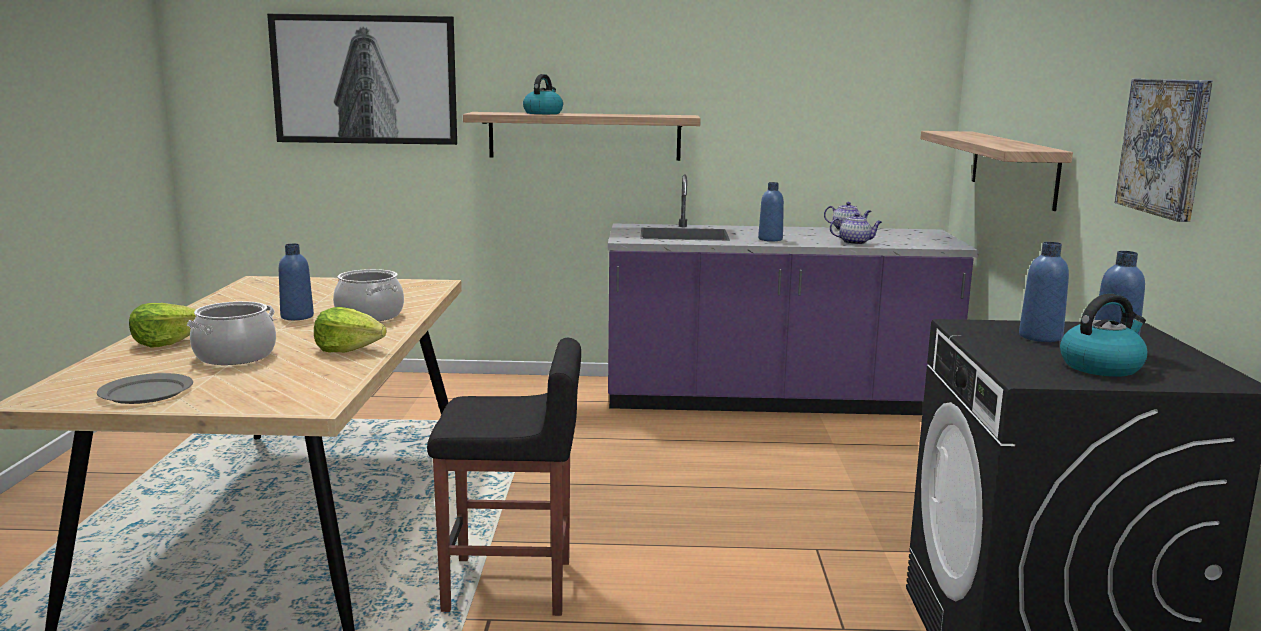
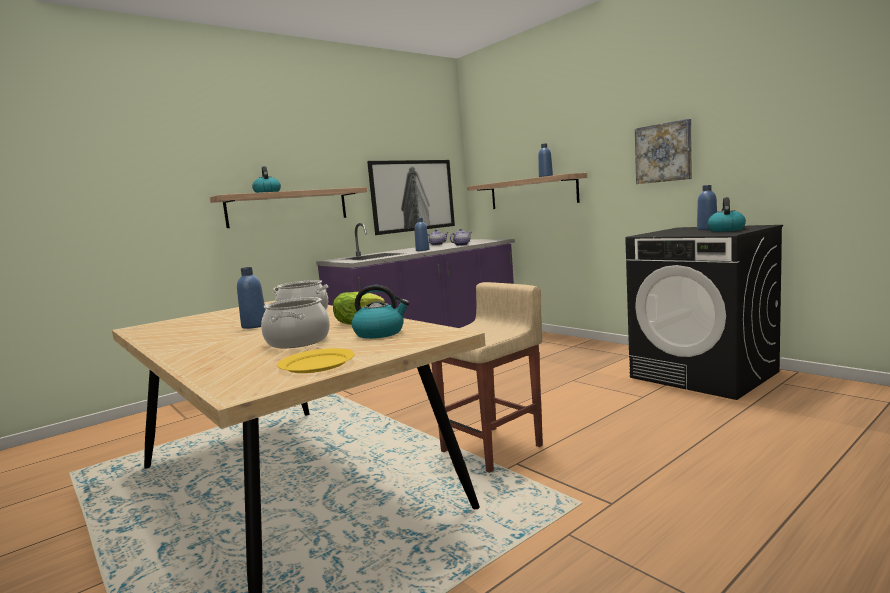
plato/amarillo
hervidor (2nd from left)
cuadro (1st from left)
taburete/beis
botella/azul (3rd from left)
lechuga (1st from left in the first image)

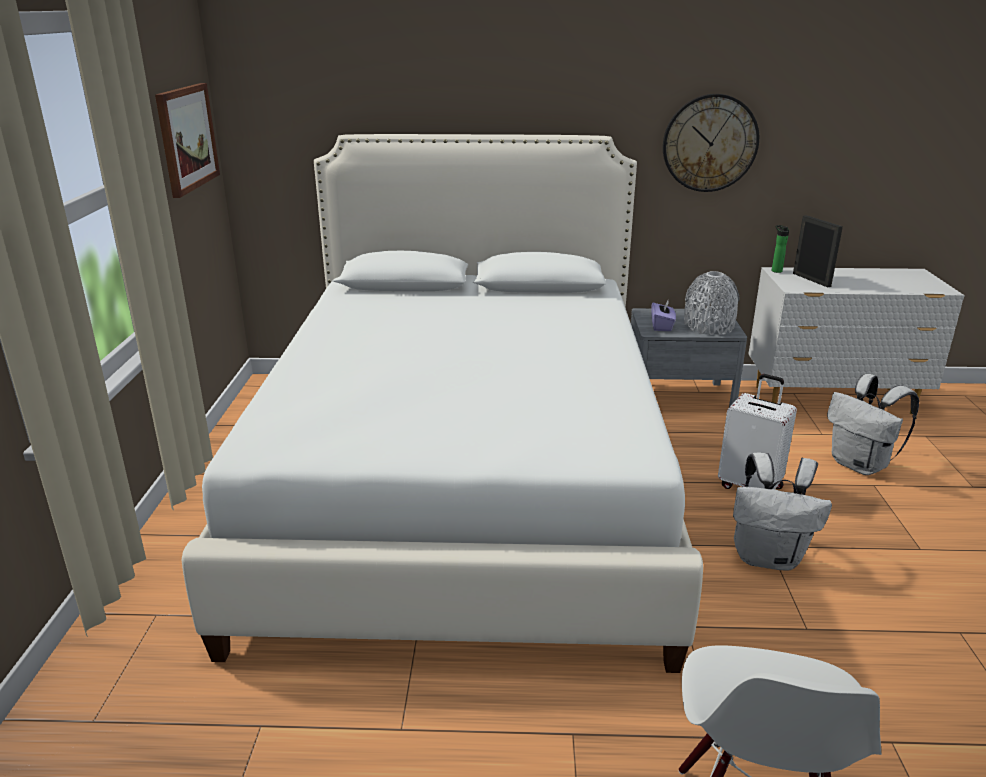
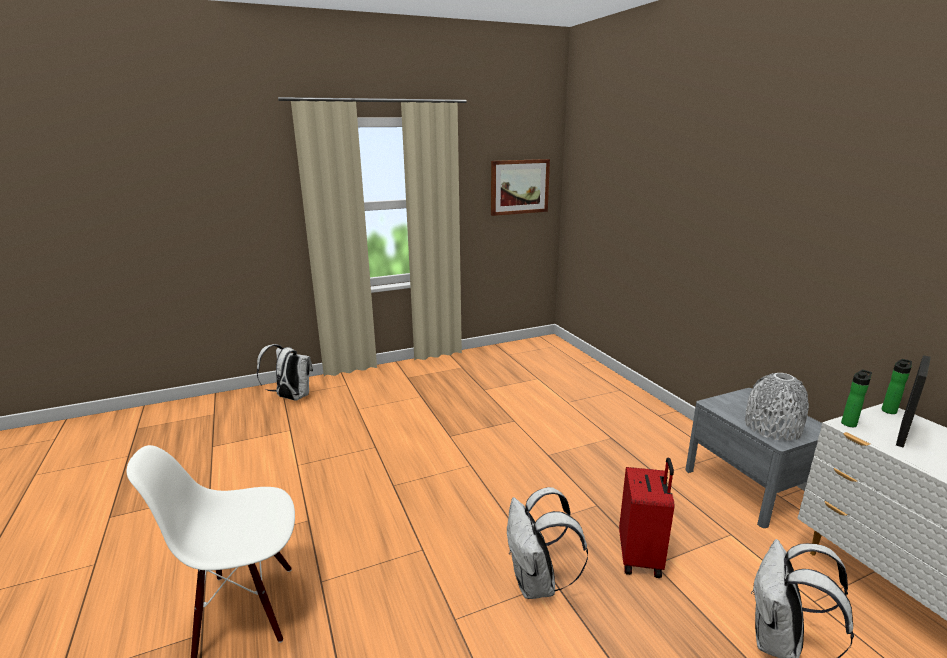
mochila/blanco (1st from left)
maleta/rojo
botella (1st from left)
cama/blanco
caja de pañuelos/morado
reloj de pared

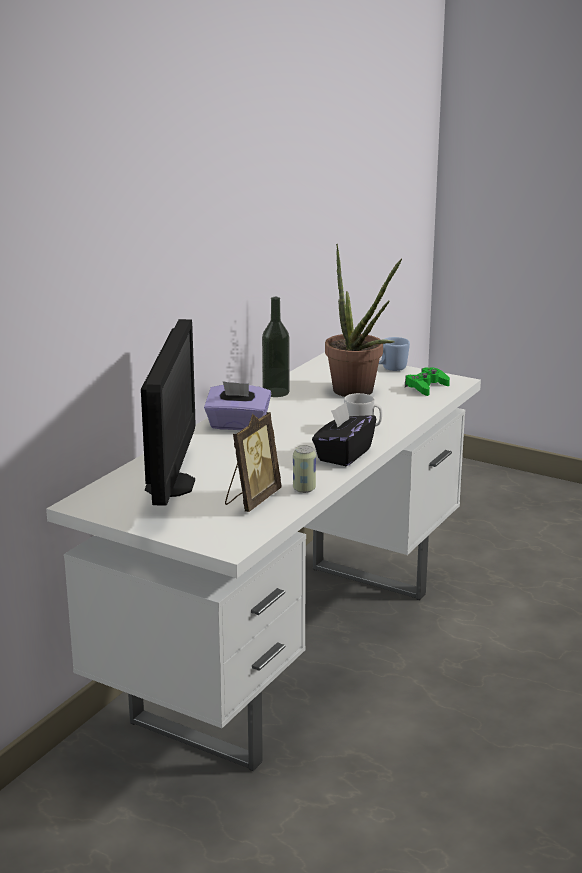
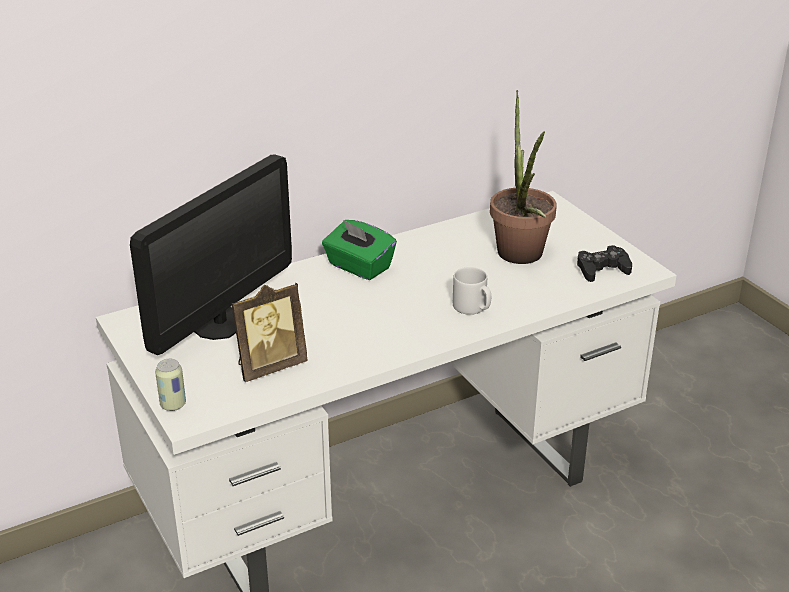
lata
caja de pañuelos/verde
mando de consola/negro
botella
caja de pañuelos/negro
taza grande/azul

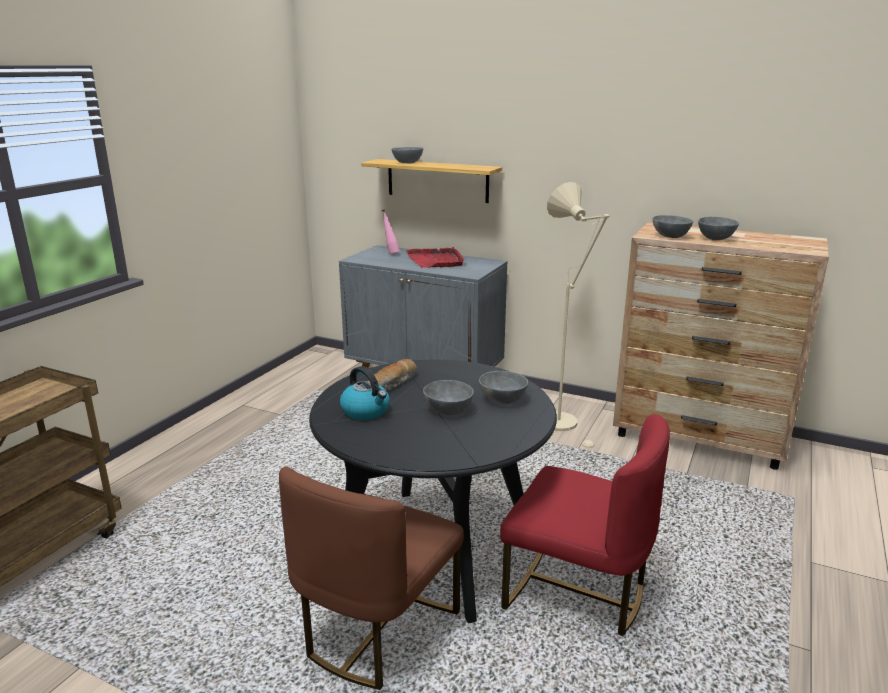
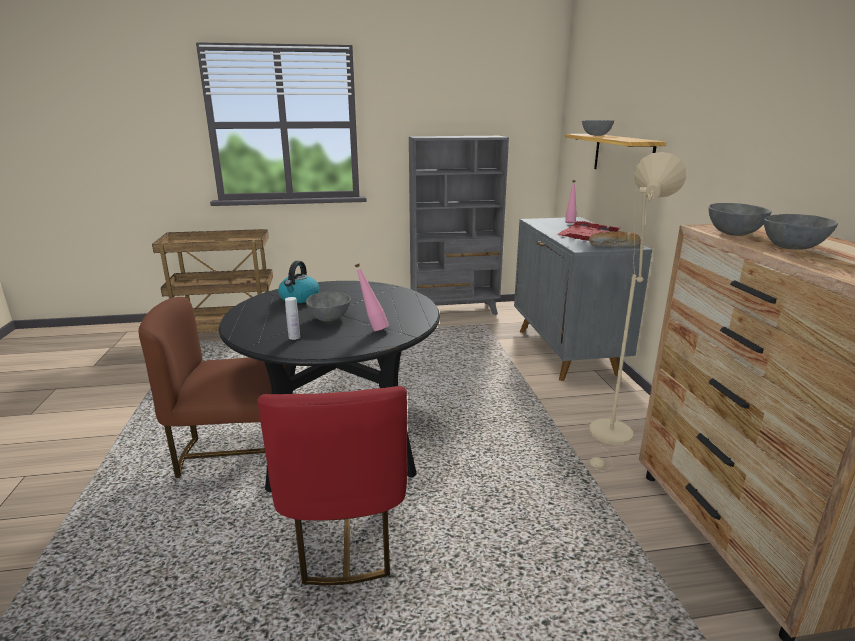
botella/blanco
botella/rosa (1st from left)
estantería/gris
pan

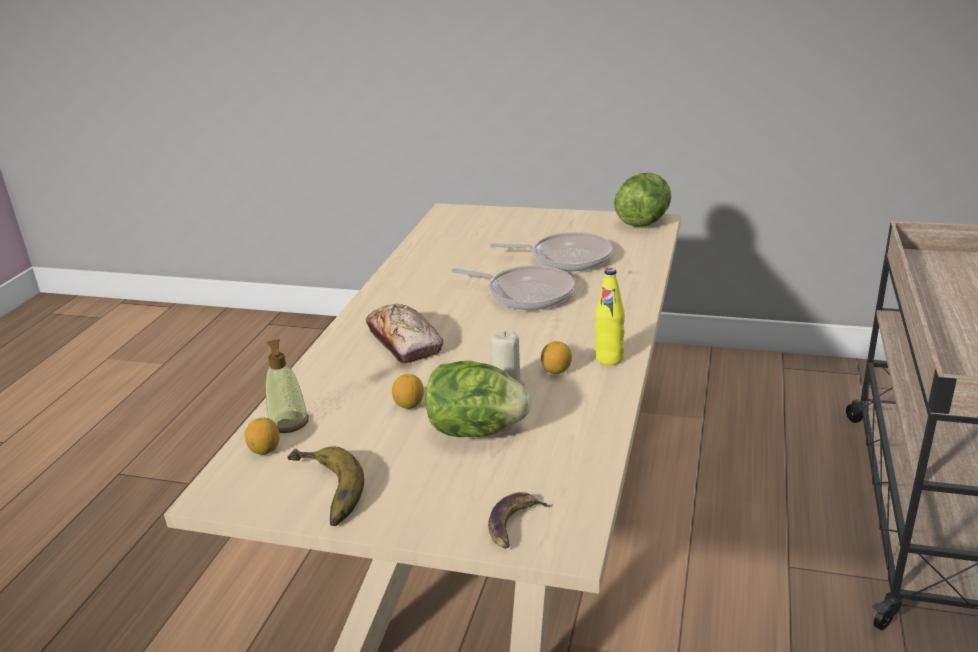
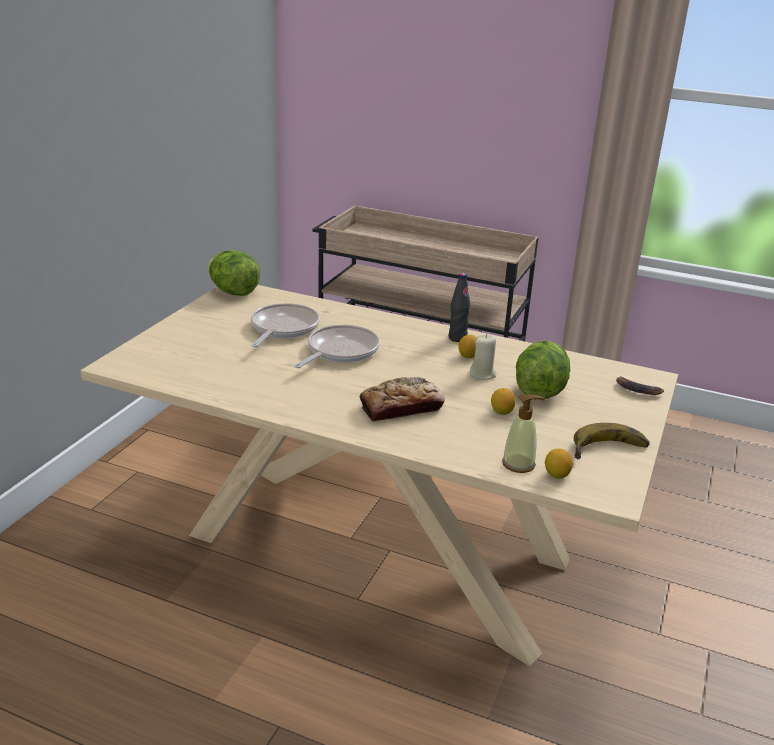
botella/negro

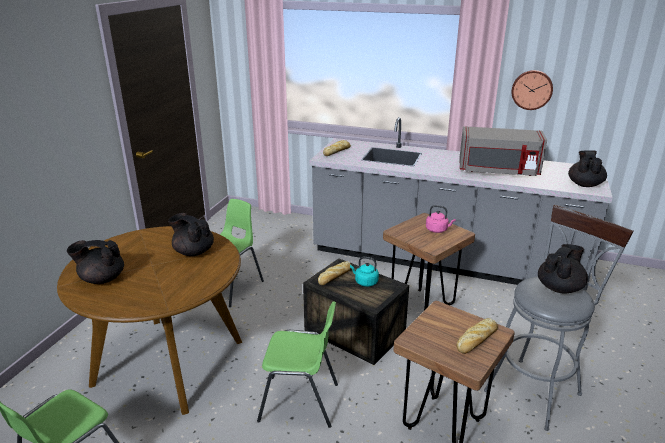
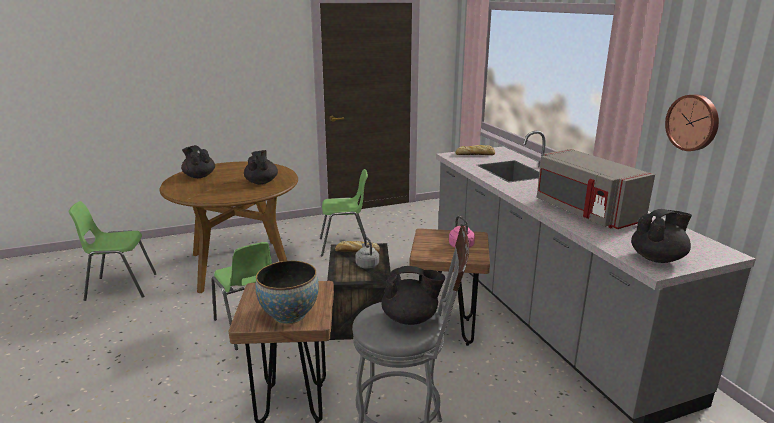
cuenco
hervidor/gris

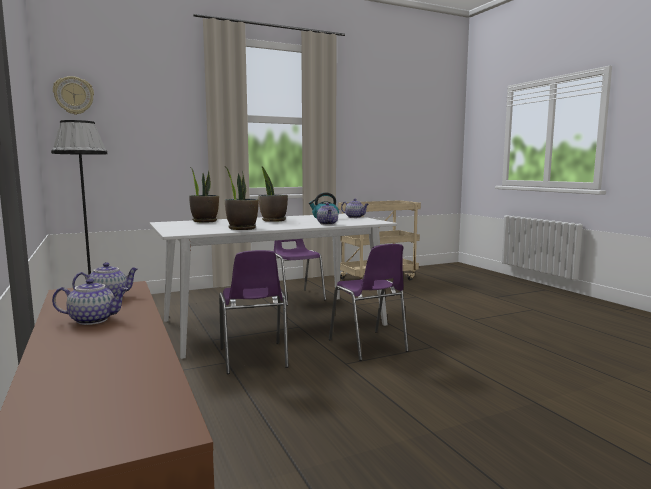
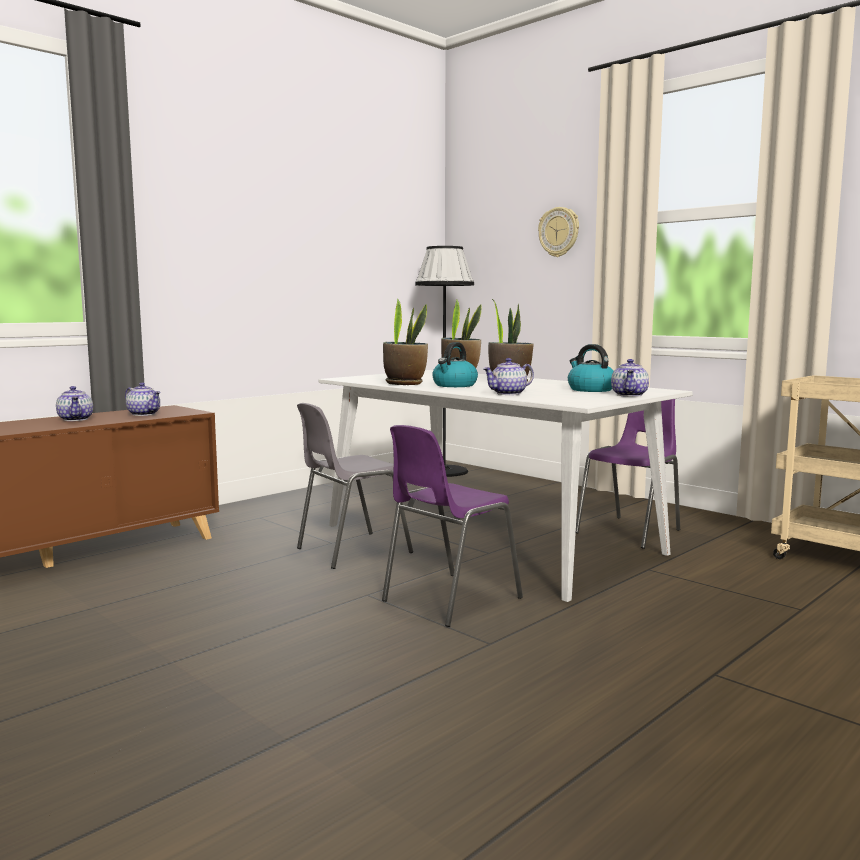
silla/gris
hervidor (1st from left)
reloj de pared

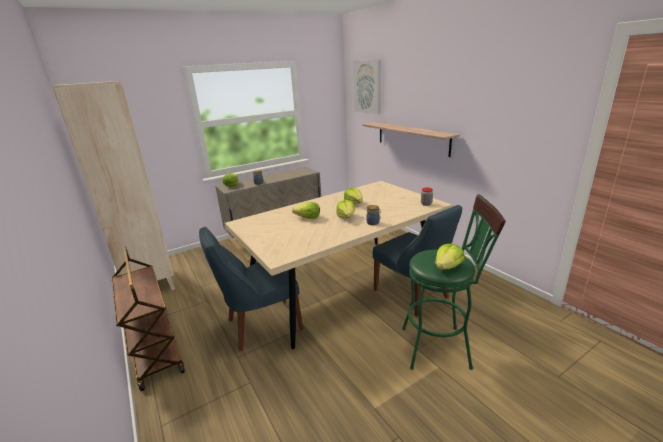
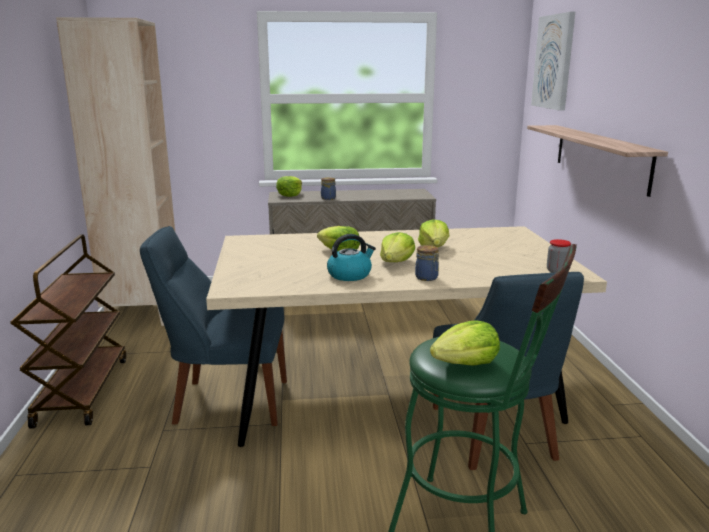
hervidor

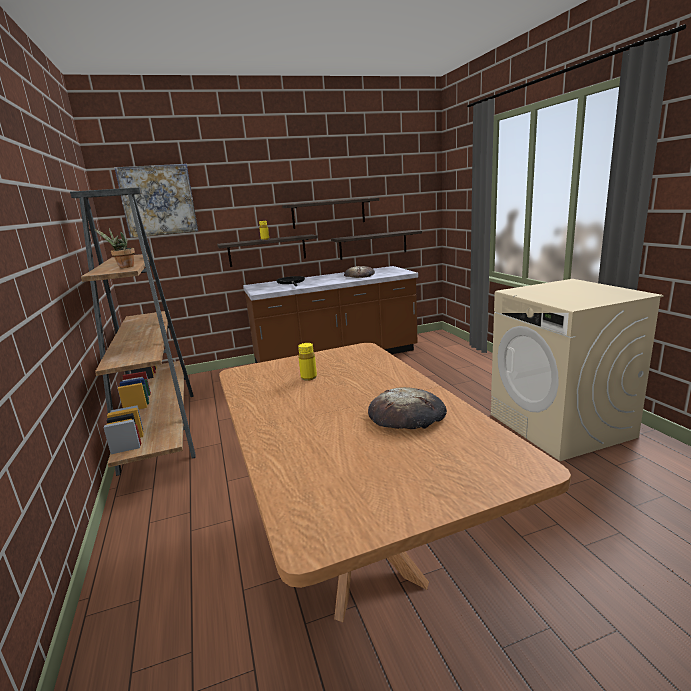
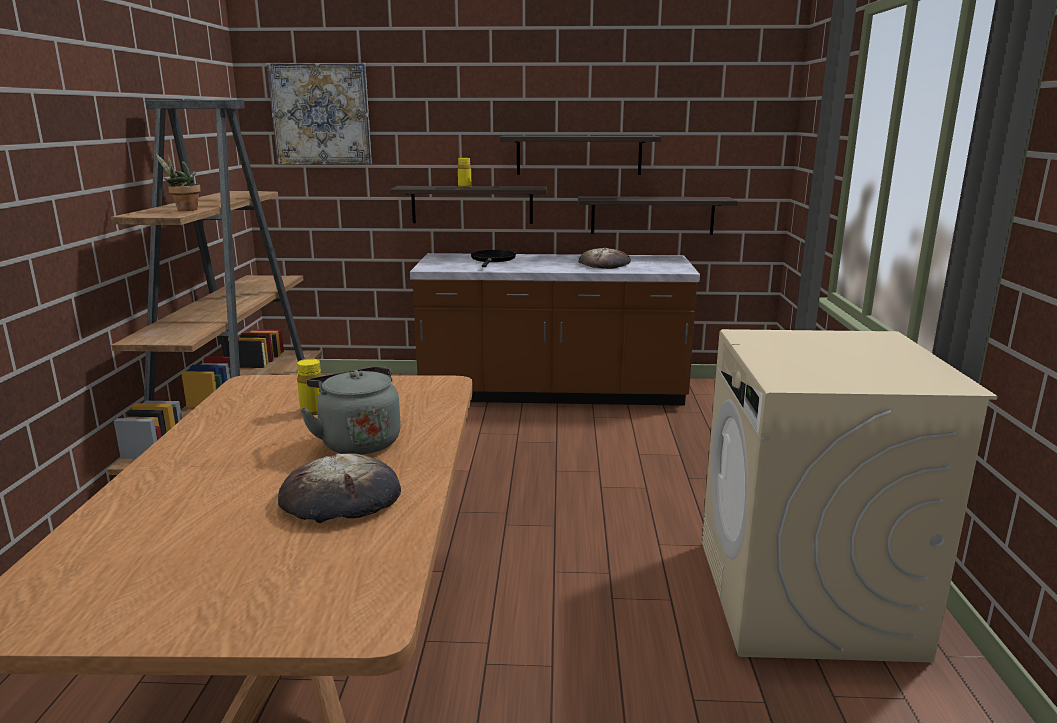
hervidor/gris

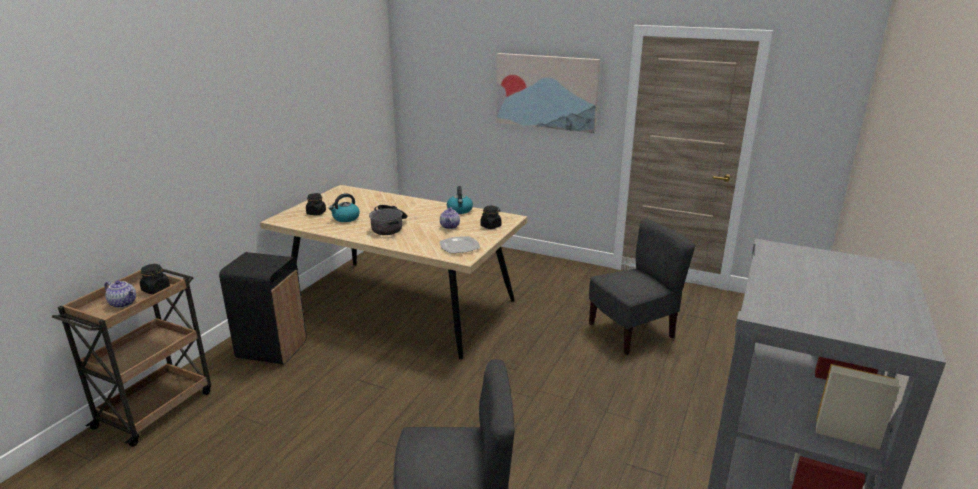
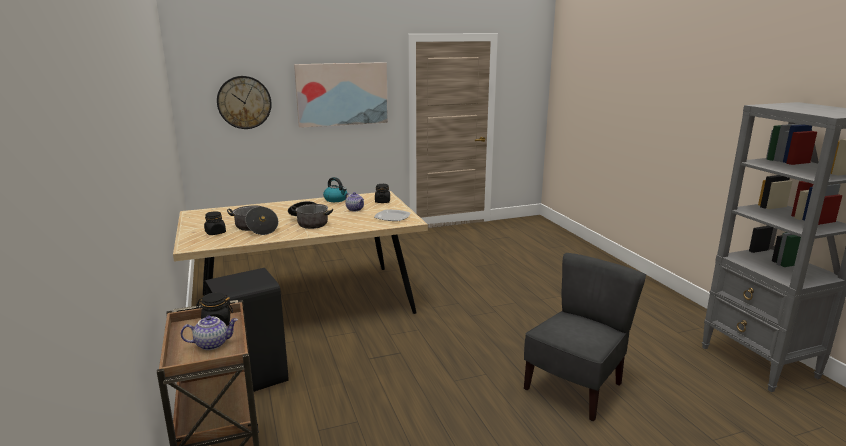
reloj de pared
olla (1st from left)
silla/gris (2nd from left in the first image)

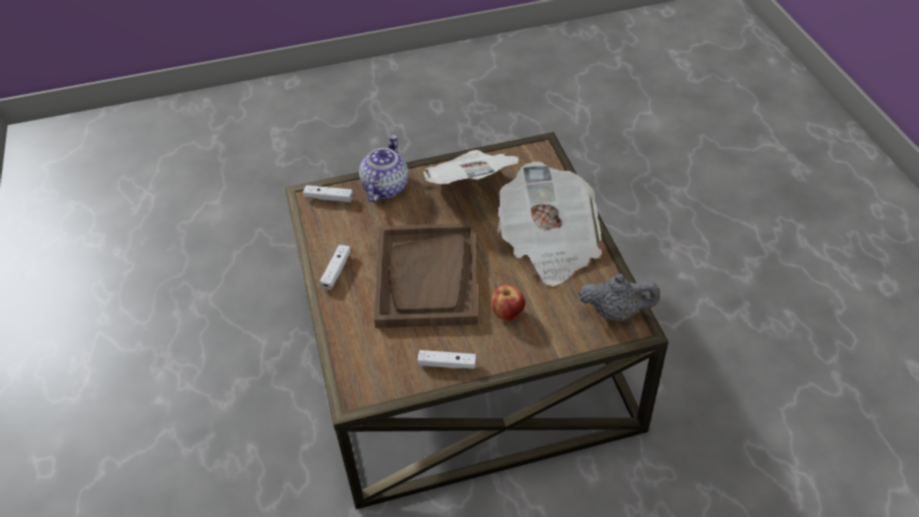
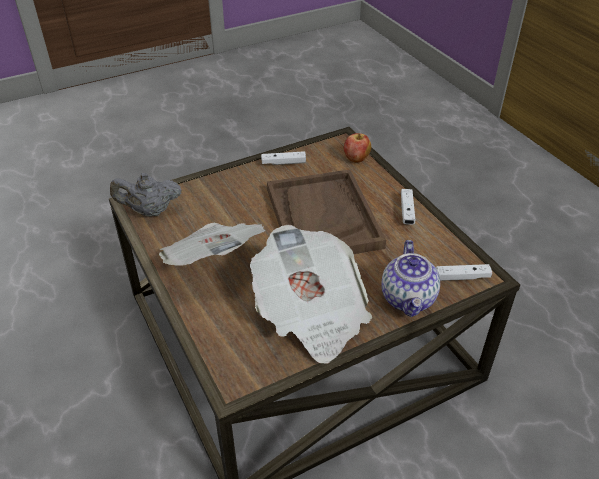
manzana

